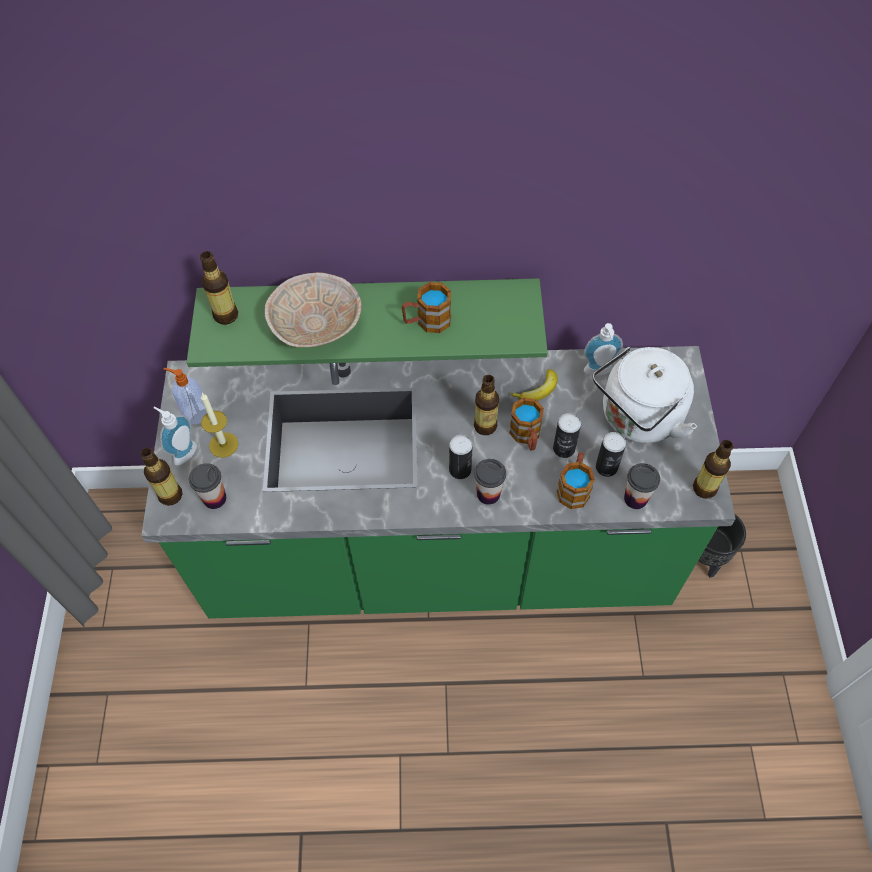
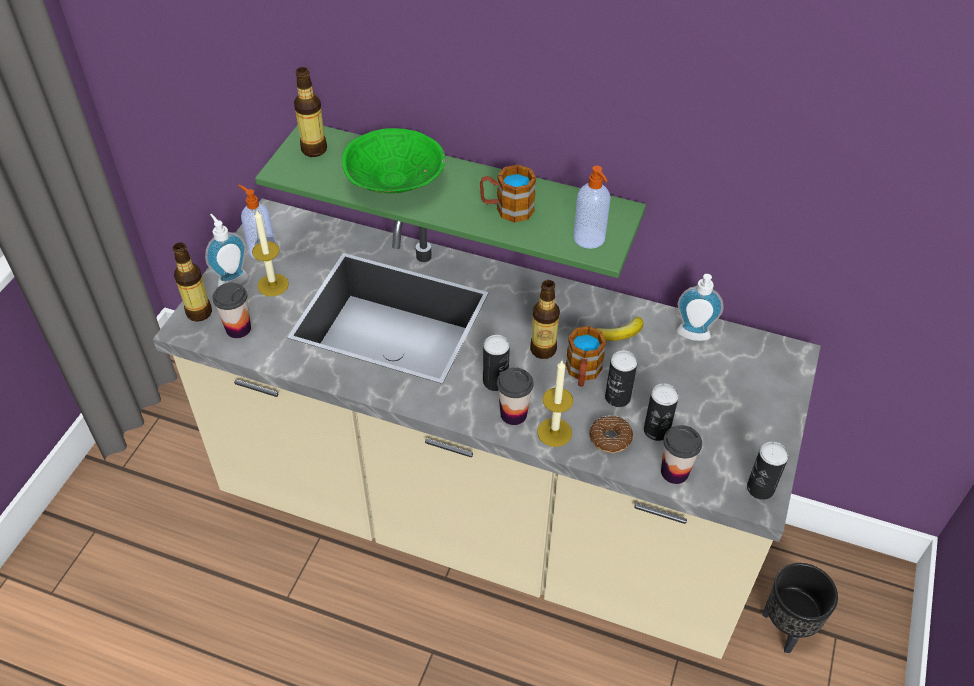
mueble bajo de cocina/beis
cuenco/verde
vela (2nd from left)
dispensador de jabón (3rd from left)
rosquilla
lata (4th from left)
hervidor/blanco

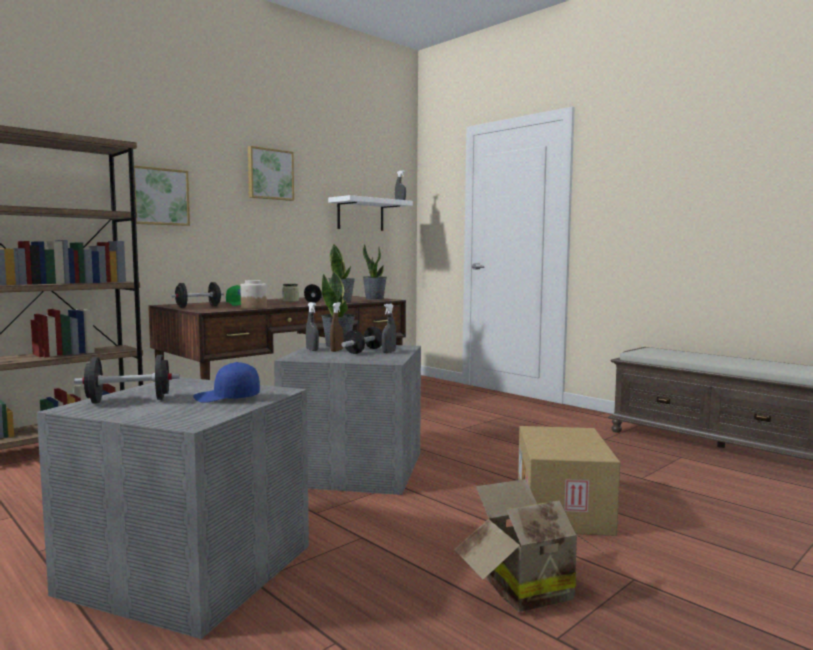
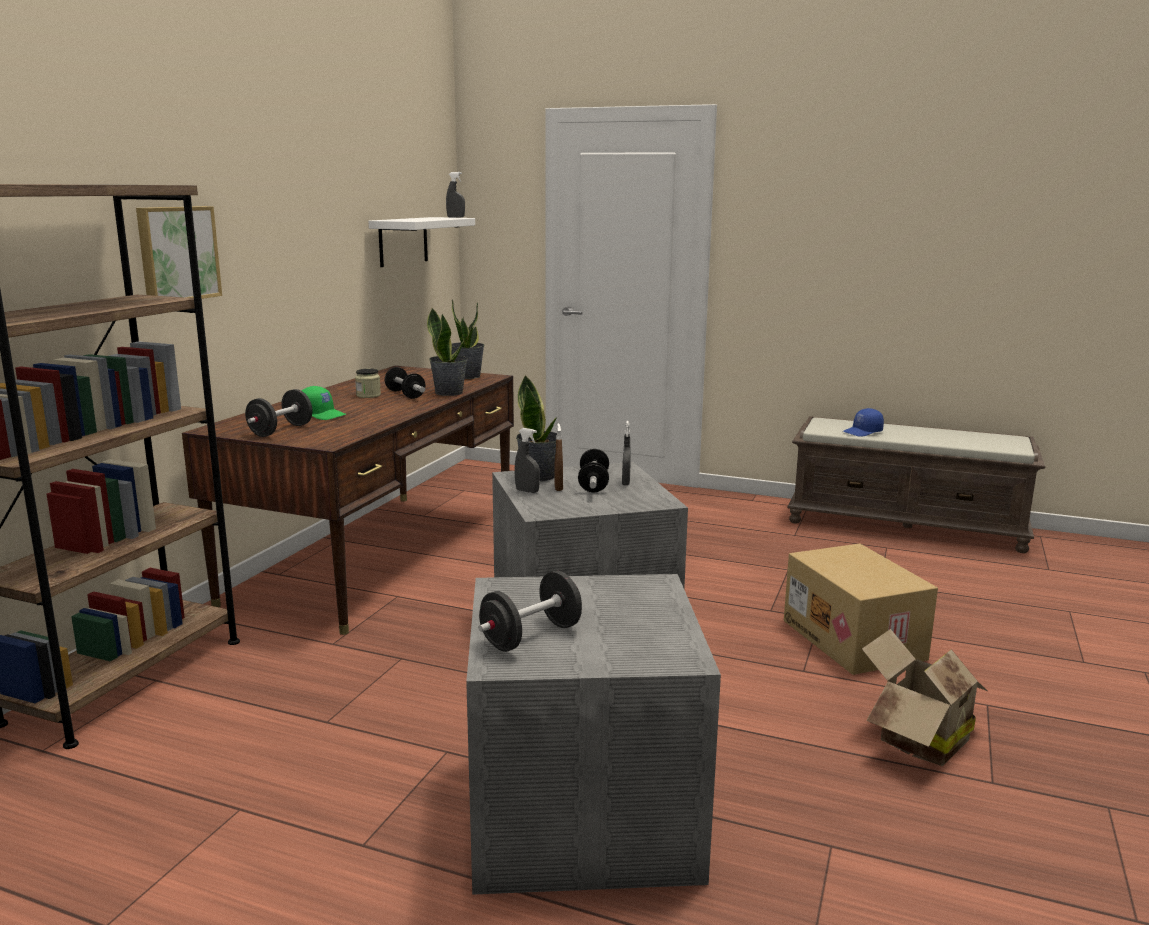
gorra/azul
tarro (1st from left in the first image)
cuadro (2nd from left in the first image)

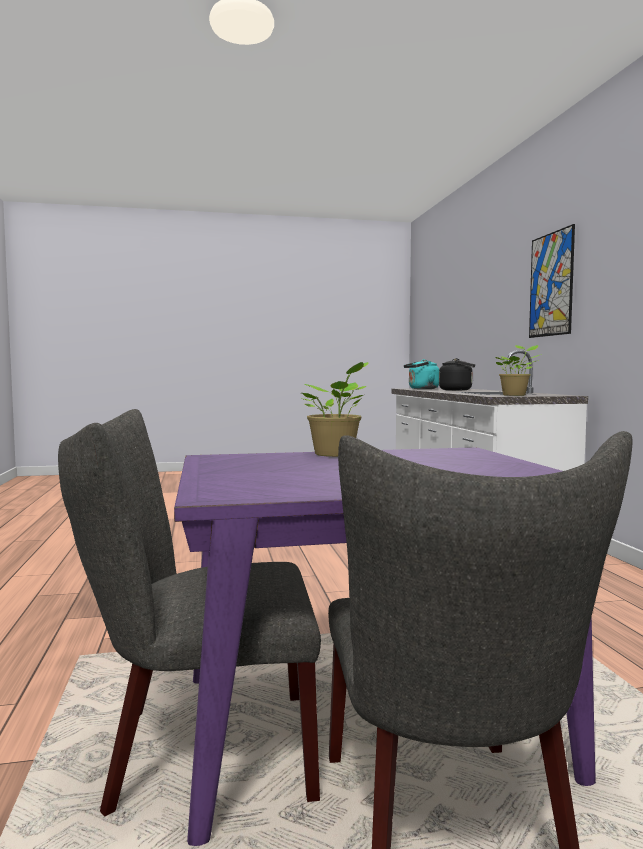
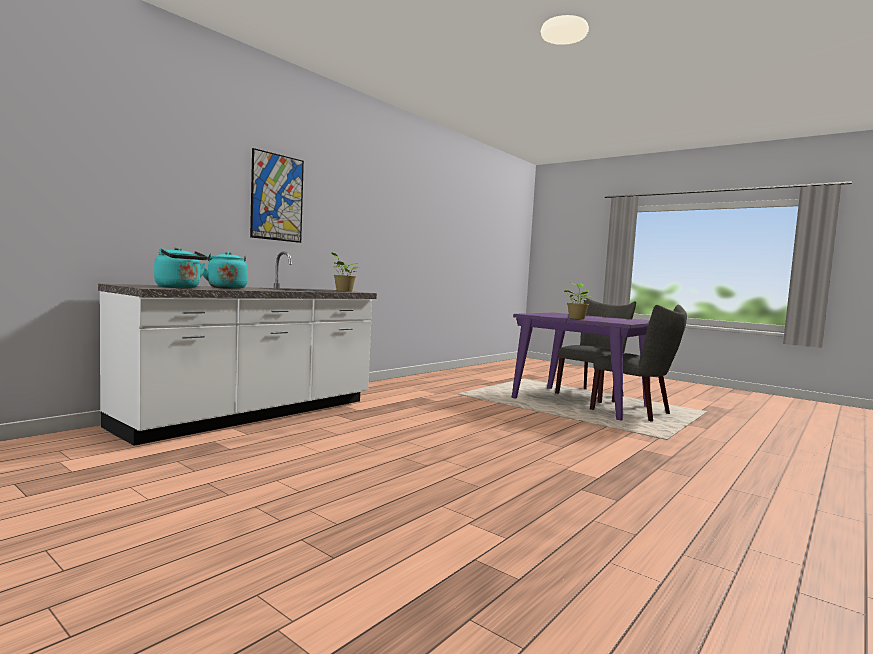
hervidor/turquesa (2nd from left)

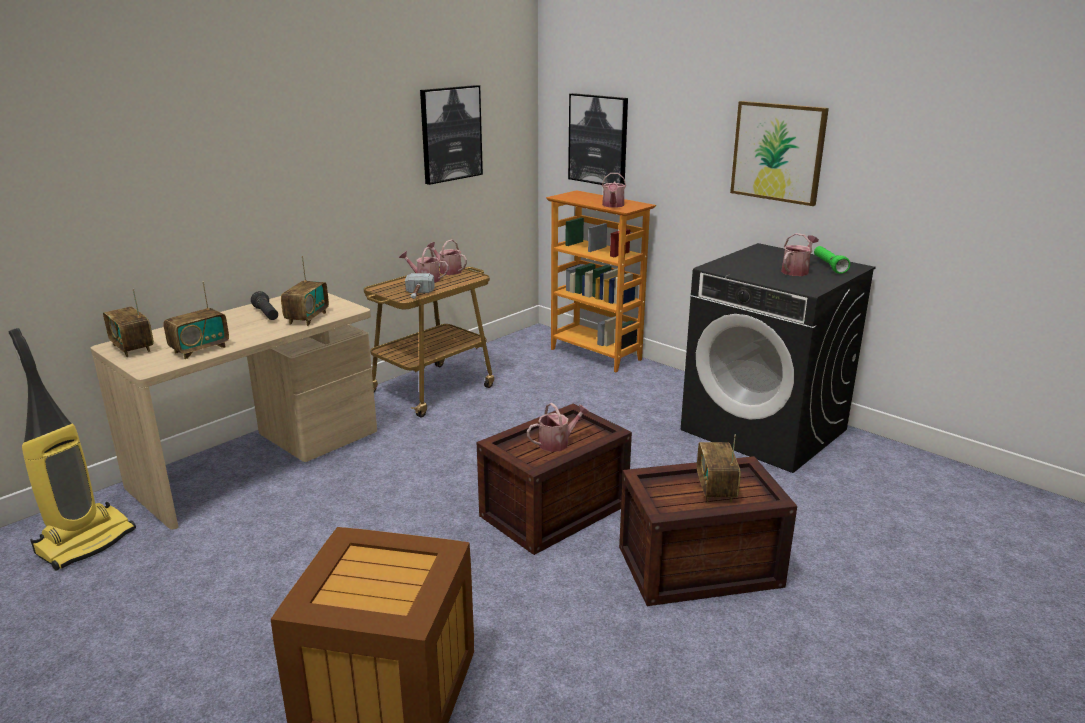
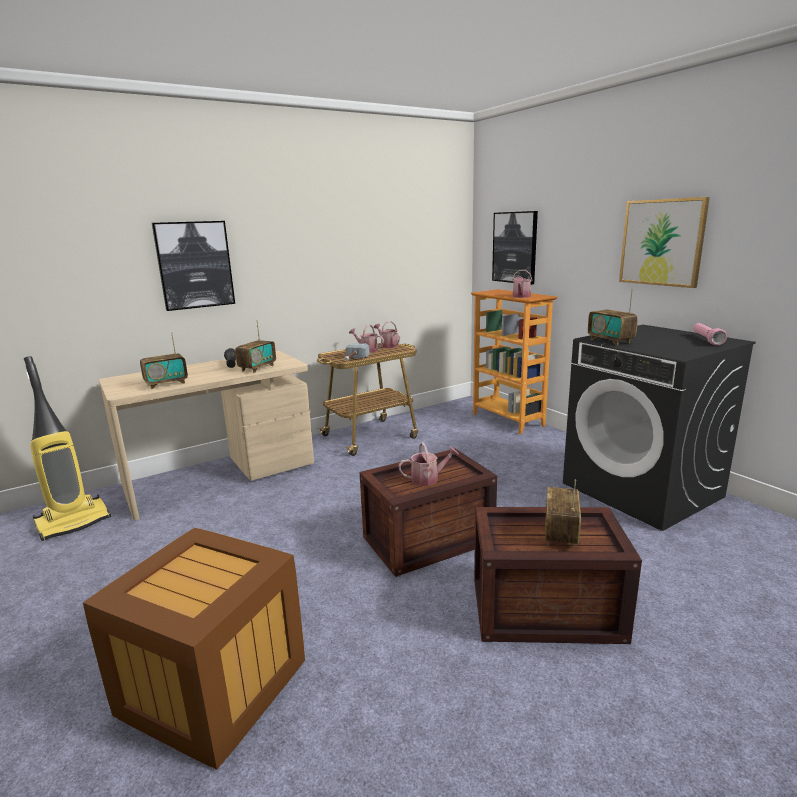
cuadro (1st from left)
radio (4th from left)
linterna/rosa
regadera (5th from left in the first image)

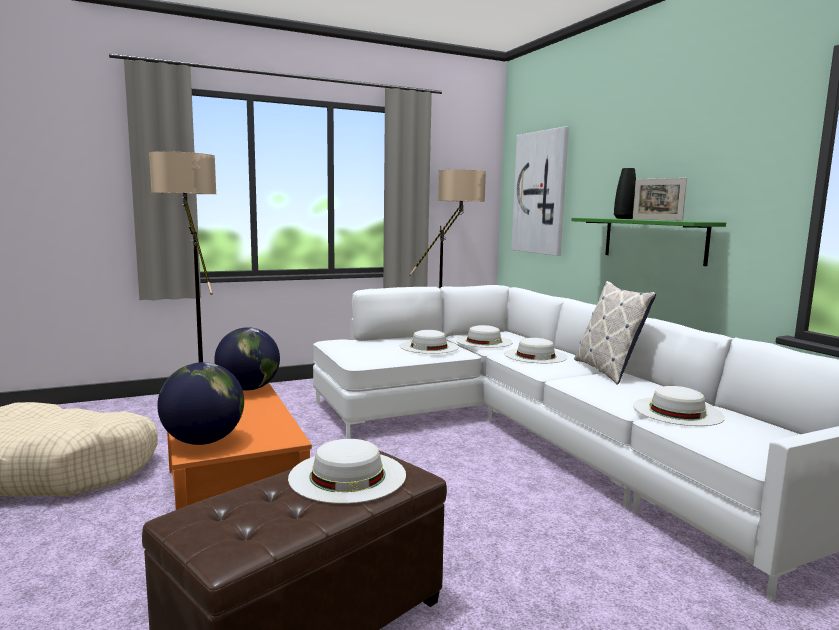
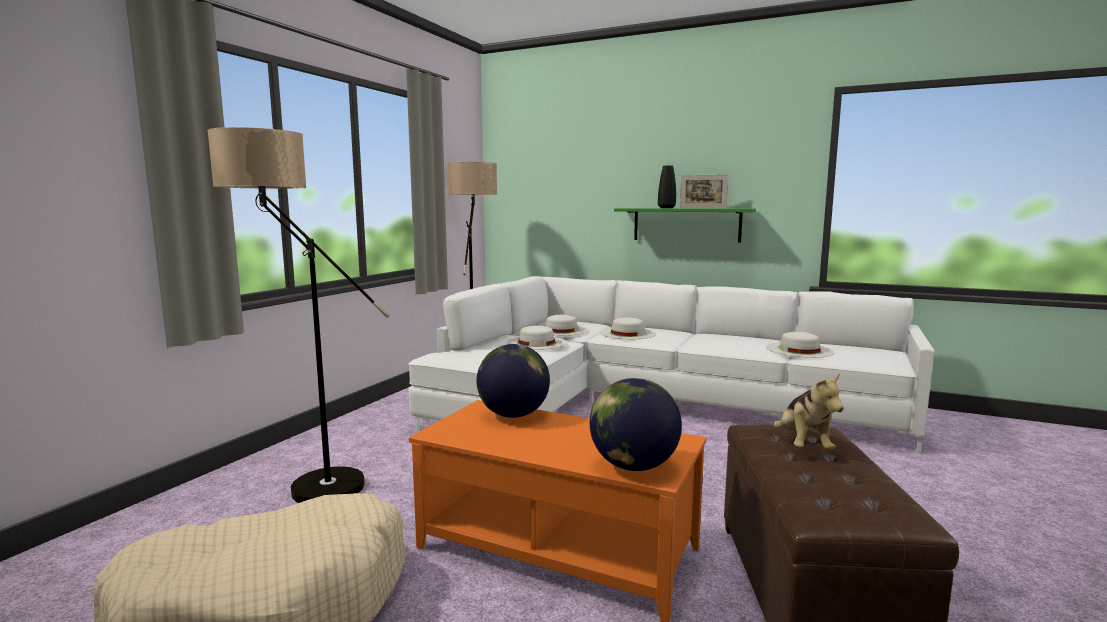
peluche
cuadro
cojín

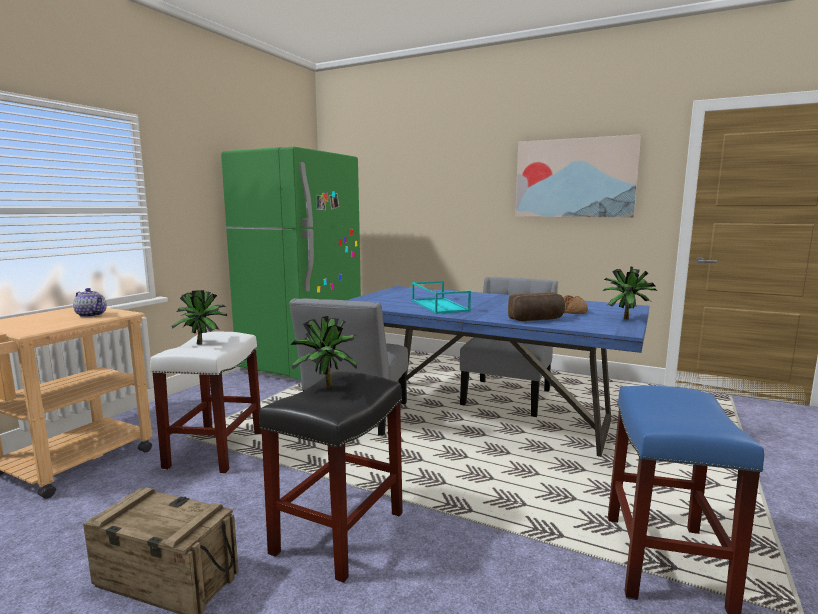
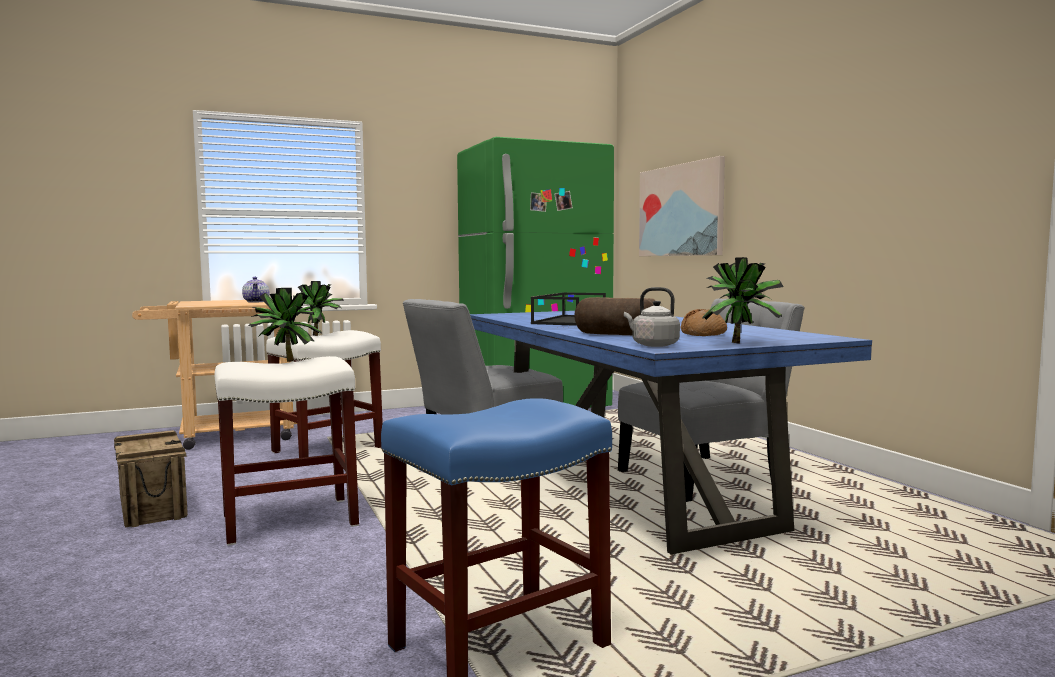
taburete/blanco (1st from left)
bandeja/negro
hervidor/gris
cuadro

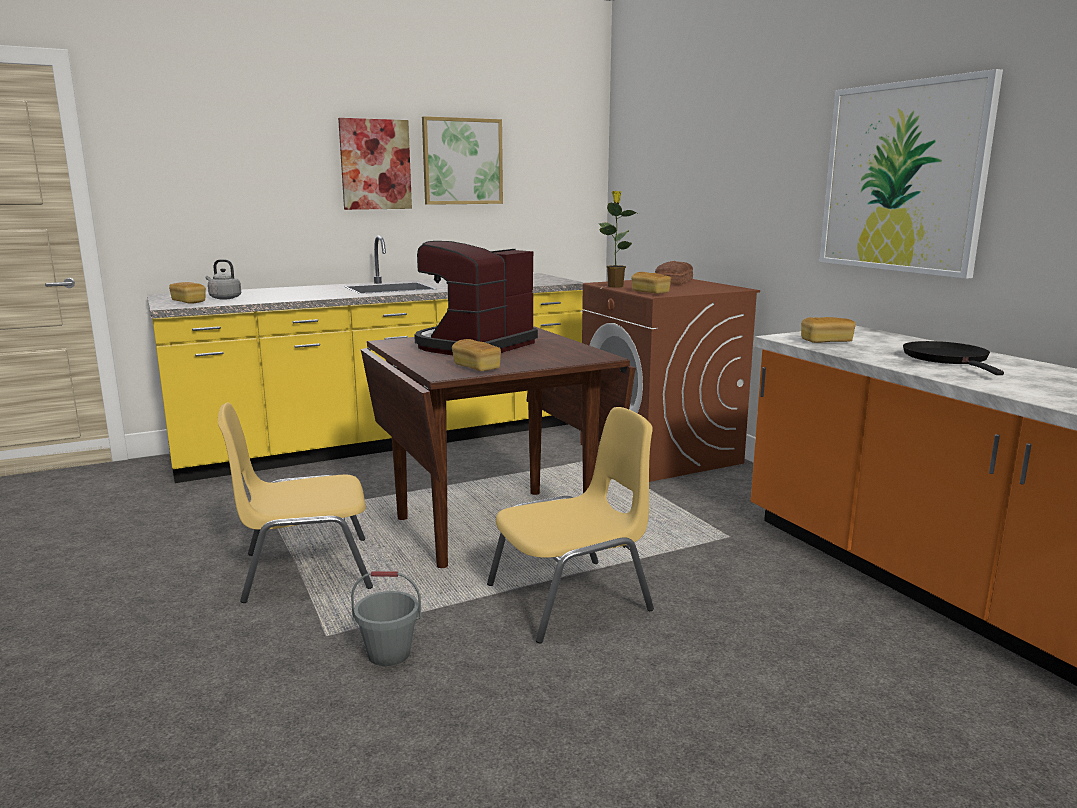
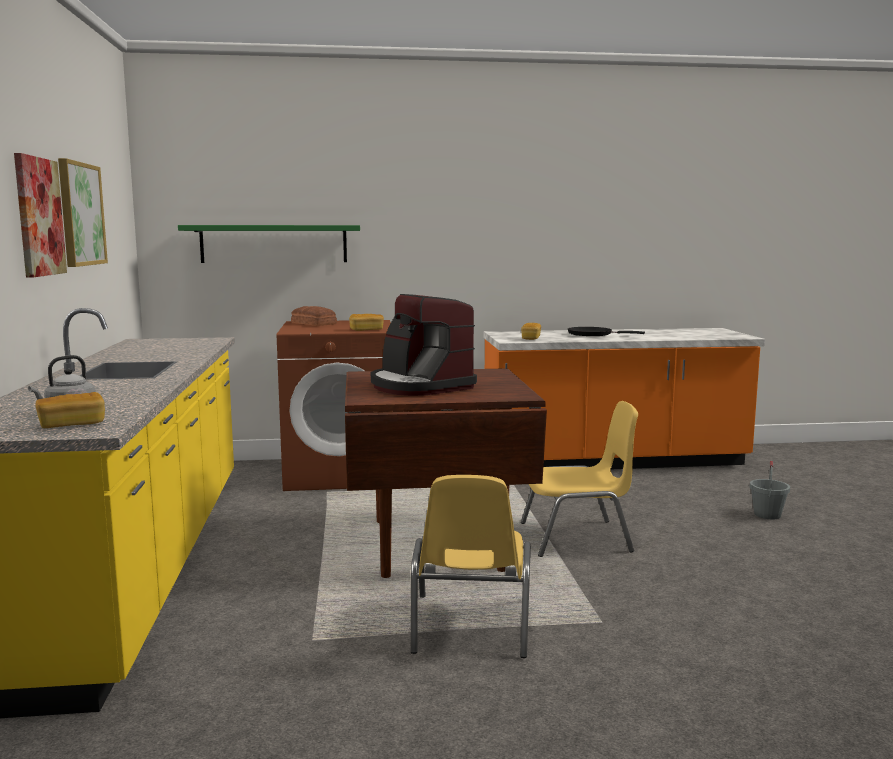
estante/verde
silla/amarillo (2nd from left)
cubo/gris
pan (2nd from left in the first image)
planta en maceta
cuadro (3rd from left in the first image)

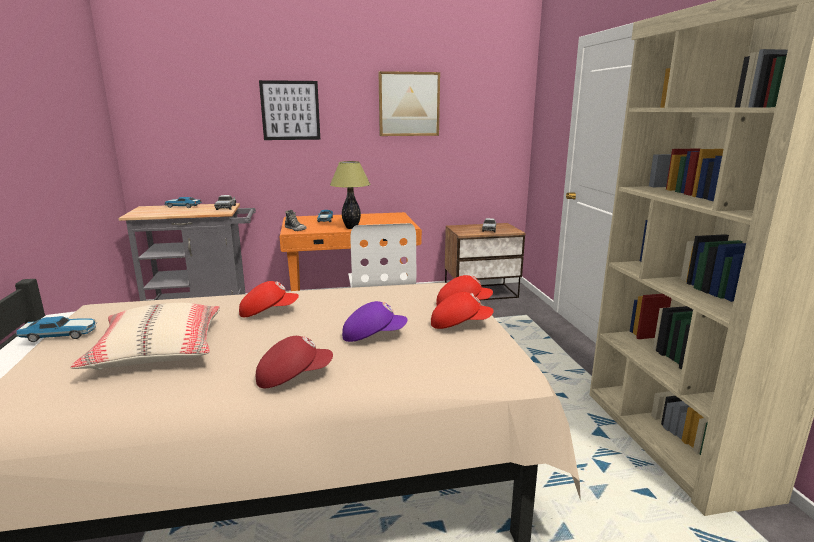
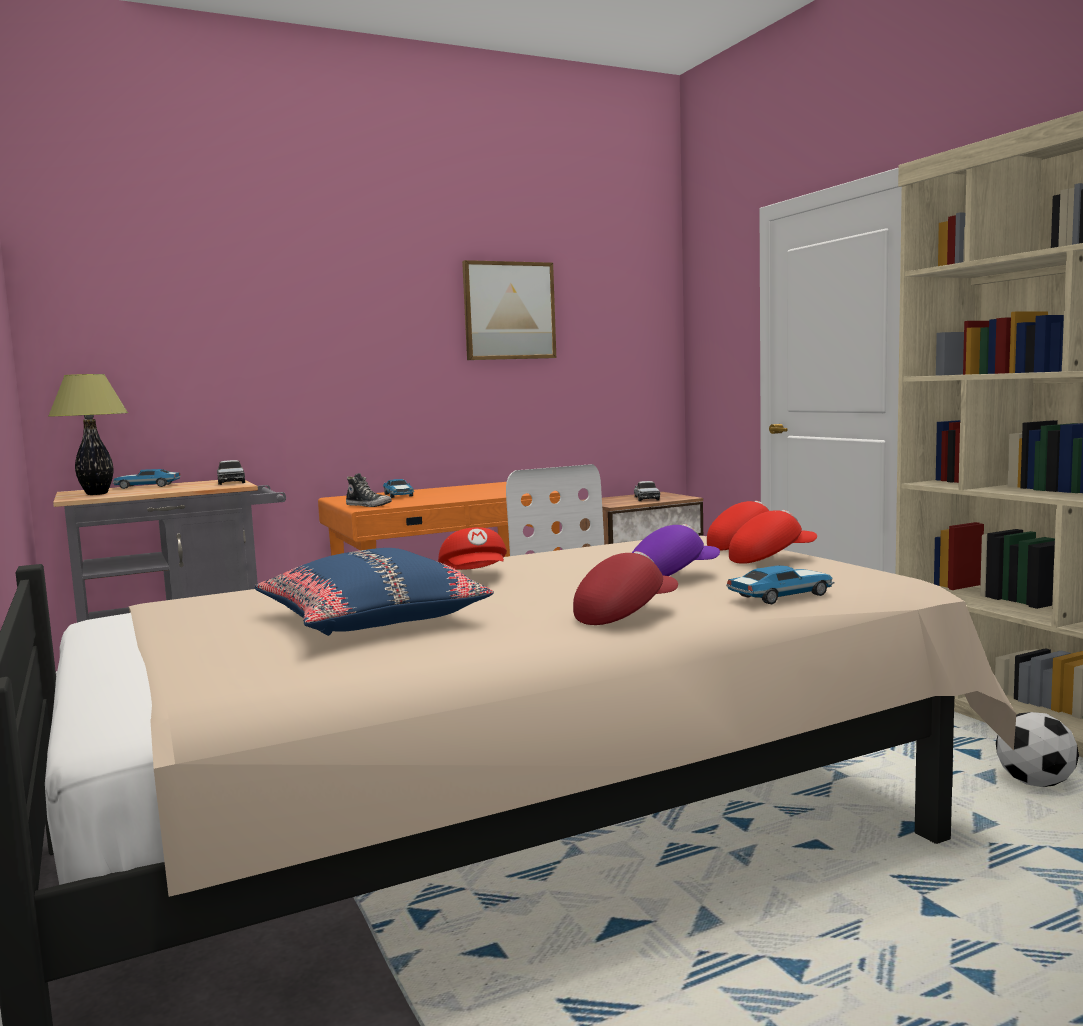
lámpara de mesa
cojín/azul
gorra/rojo (1st from left)
coche de juguete (3rd from left)
balón de fútbol
cuadro (1st from left in the first image)

